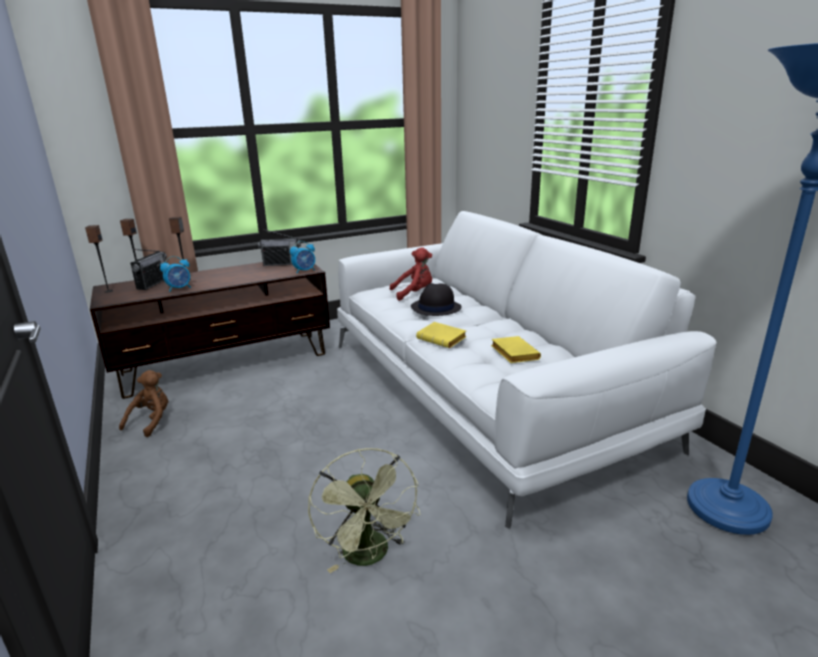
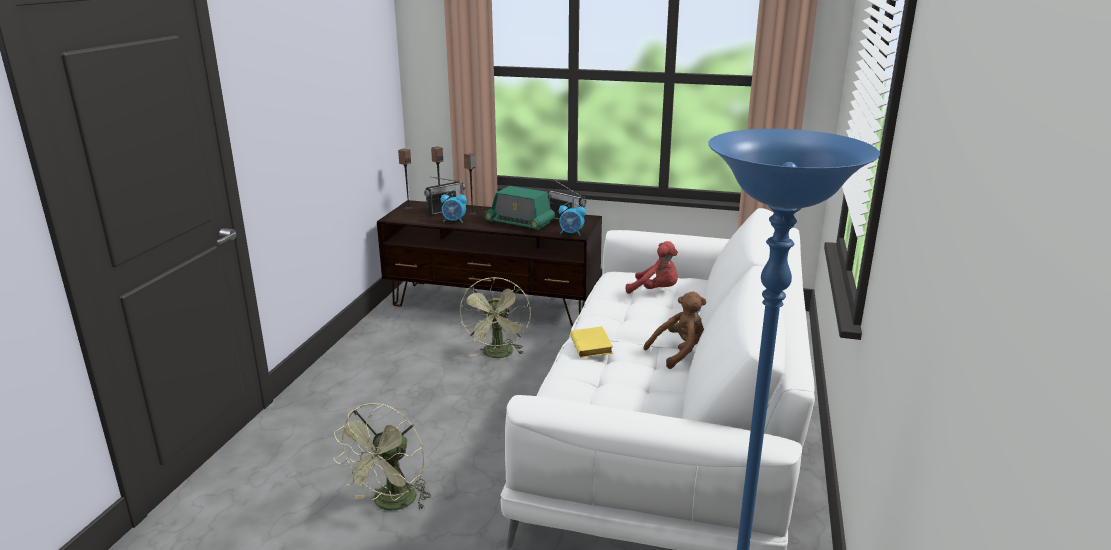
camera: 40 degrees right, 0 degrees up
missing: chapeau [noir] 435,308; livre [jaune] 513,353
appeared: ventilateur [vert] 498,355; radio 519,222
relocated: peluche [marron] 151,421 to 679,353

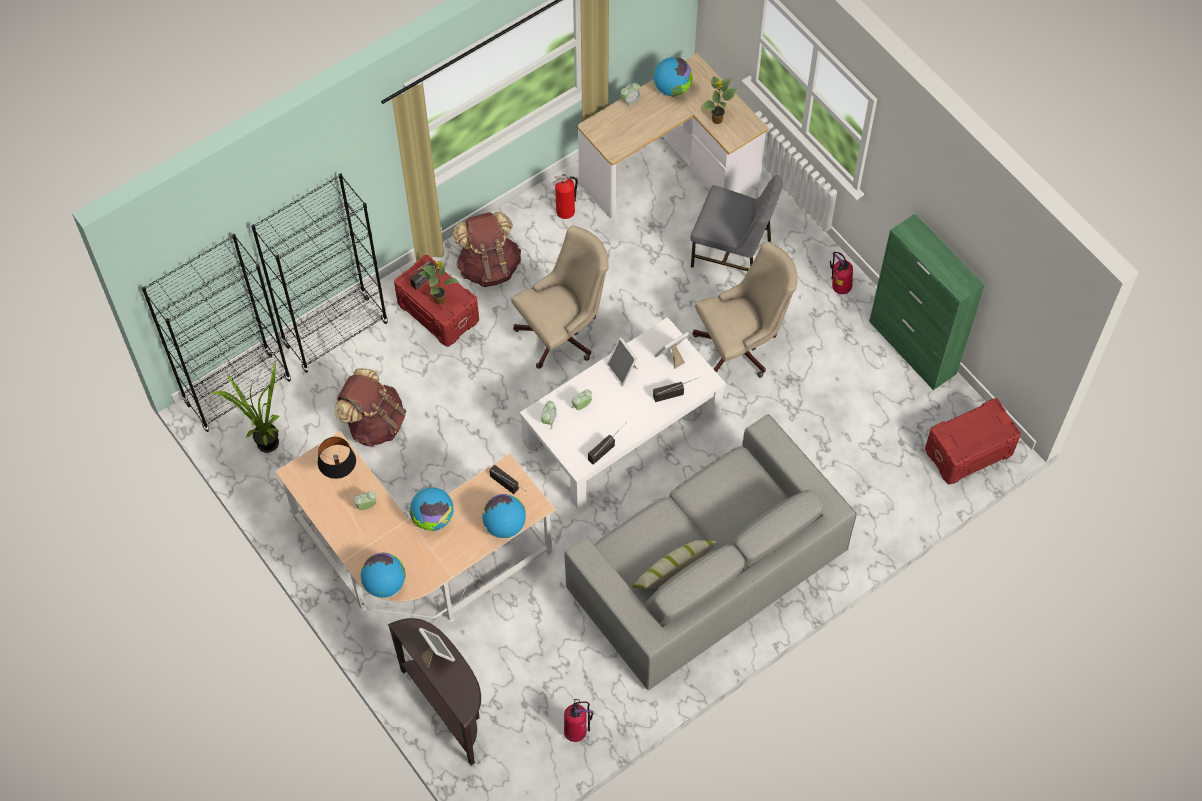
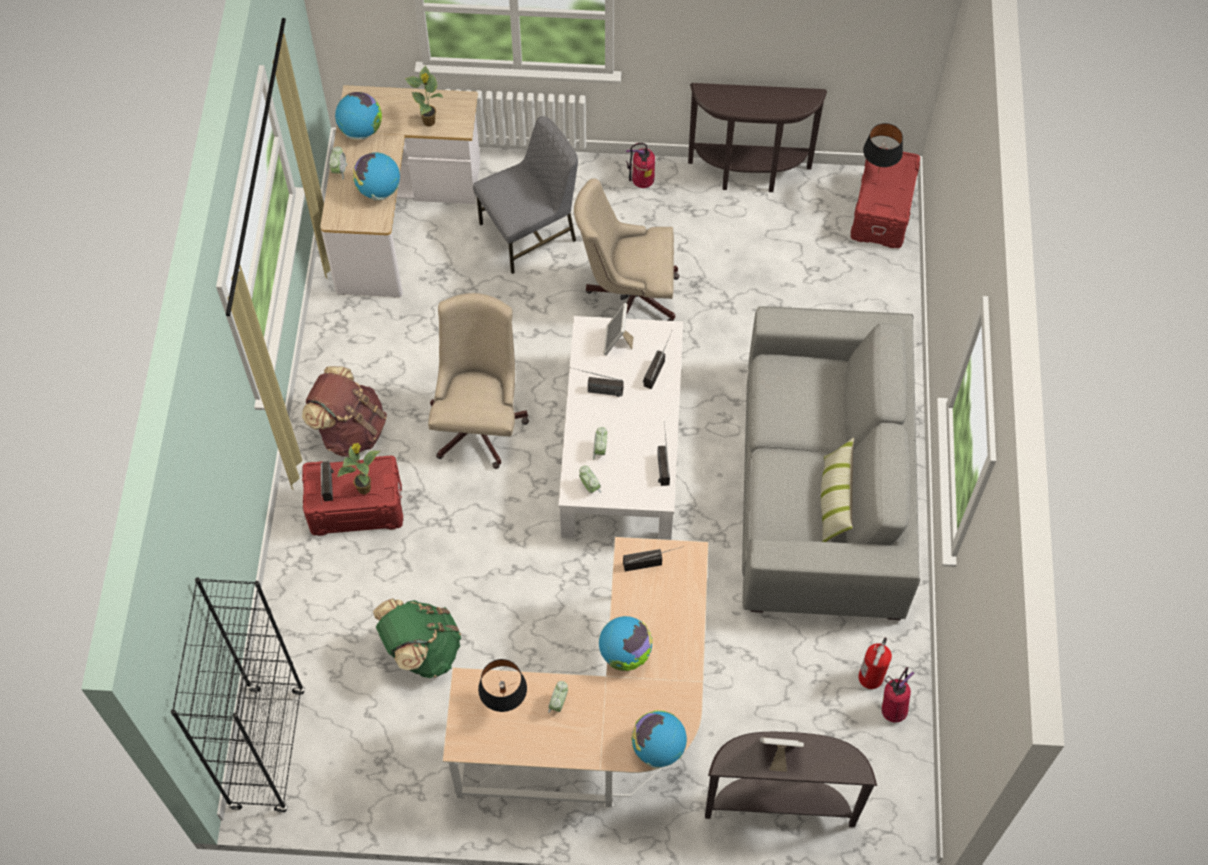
camera: 50 degrees left, 0 degrees up
missing: plante en pot 263,442; bibliothèque [noir] 336,334
appeared: lampe de table [noir] 878,173
relocated: globe 505,525 to 379,189; extincteur 566,211 to 871,677
exchanged: cadre photo 623,371 to radio 596,390; meuble de rangement [vert] 912,348 to table console [marron] 749,176
colour: sac à dos [marron] 374,423 to sac à dos [vert] 421,650
spun: chaise de bureau [beige] 741,346 = 627,295 105 degrees counterclockwise

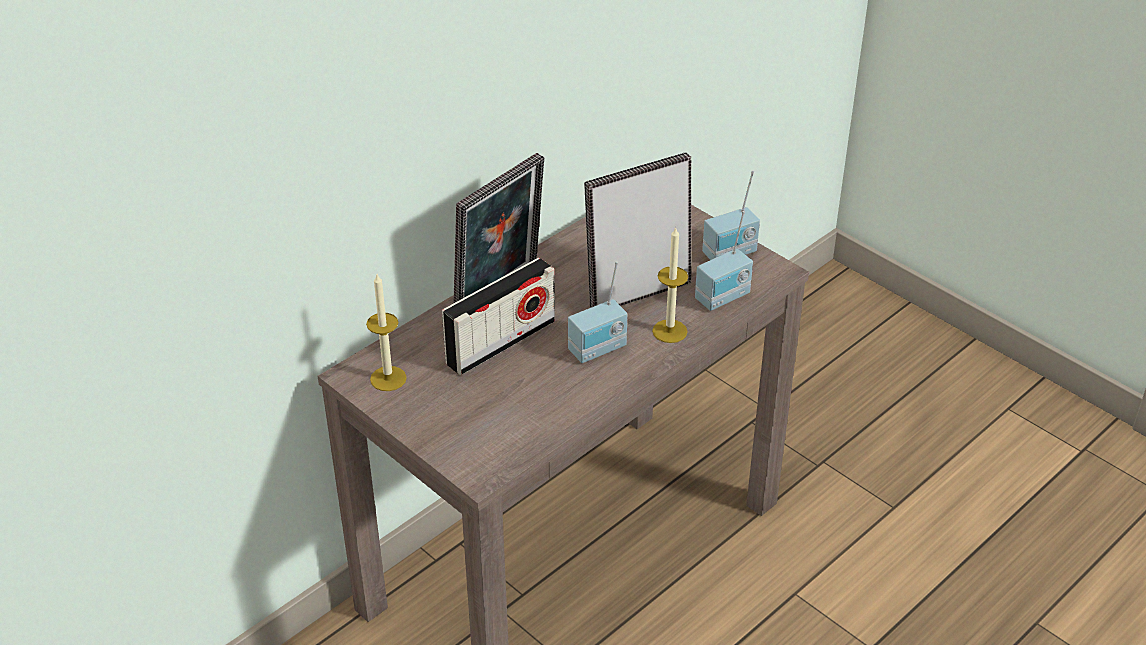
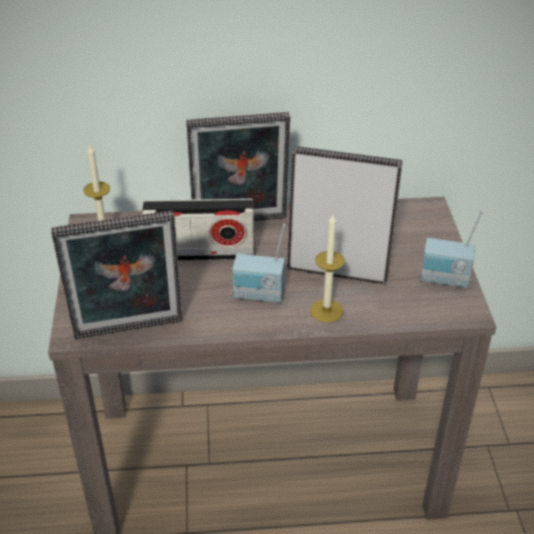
camera: 40 degrees right, 0 degrees up
missing: radio 723,298
appeared: cadre photo 129,332

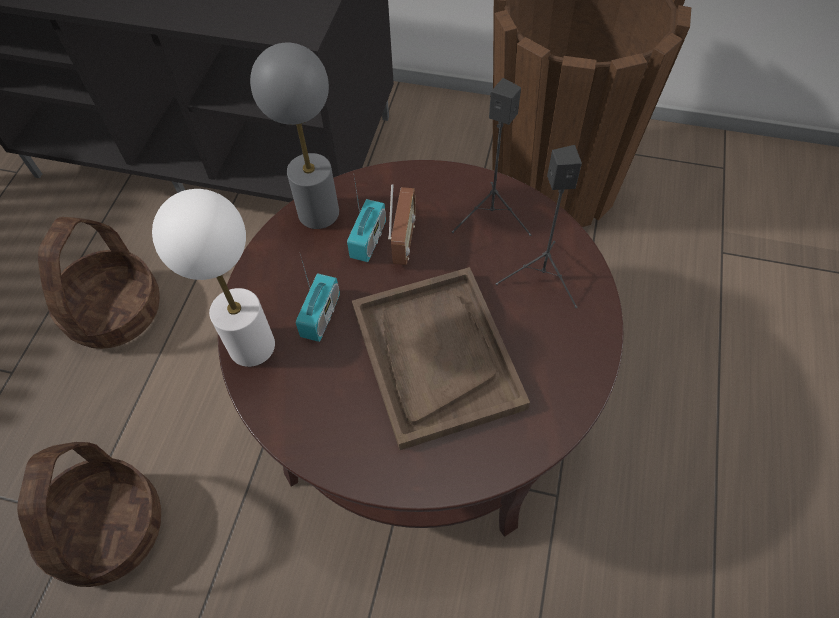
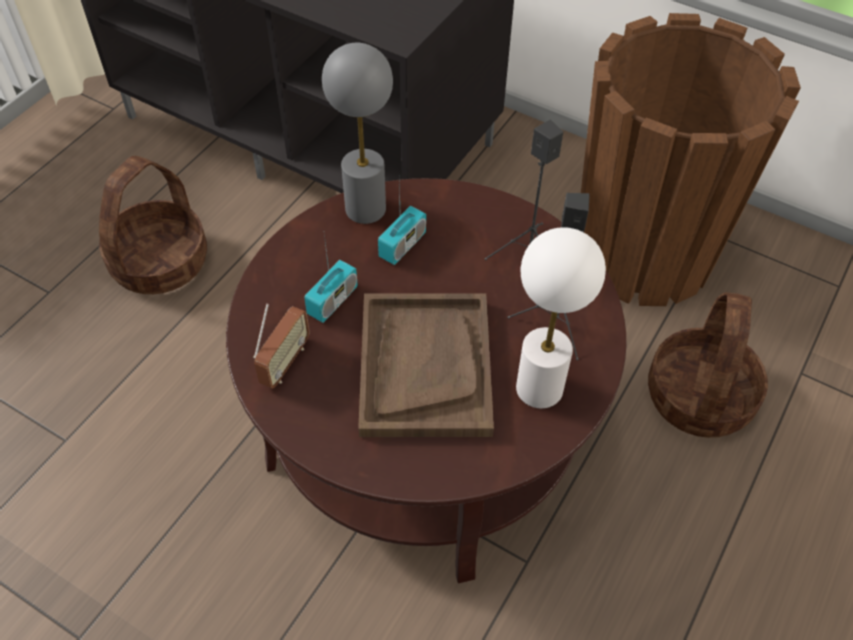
camera: 15 degrees right, 5 degrees down
relocated: radio 404,242 to 285,363; lampe de table [blanc] 252,346 to 539,389; panier 109,529 to 700,397

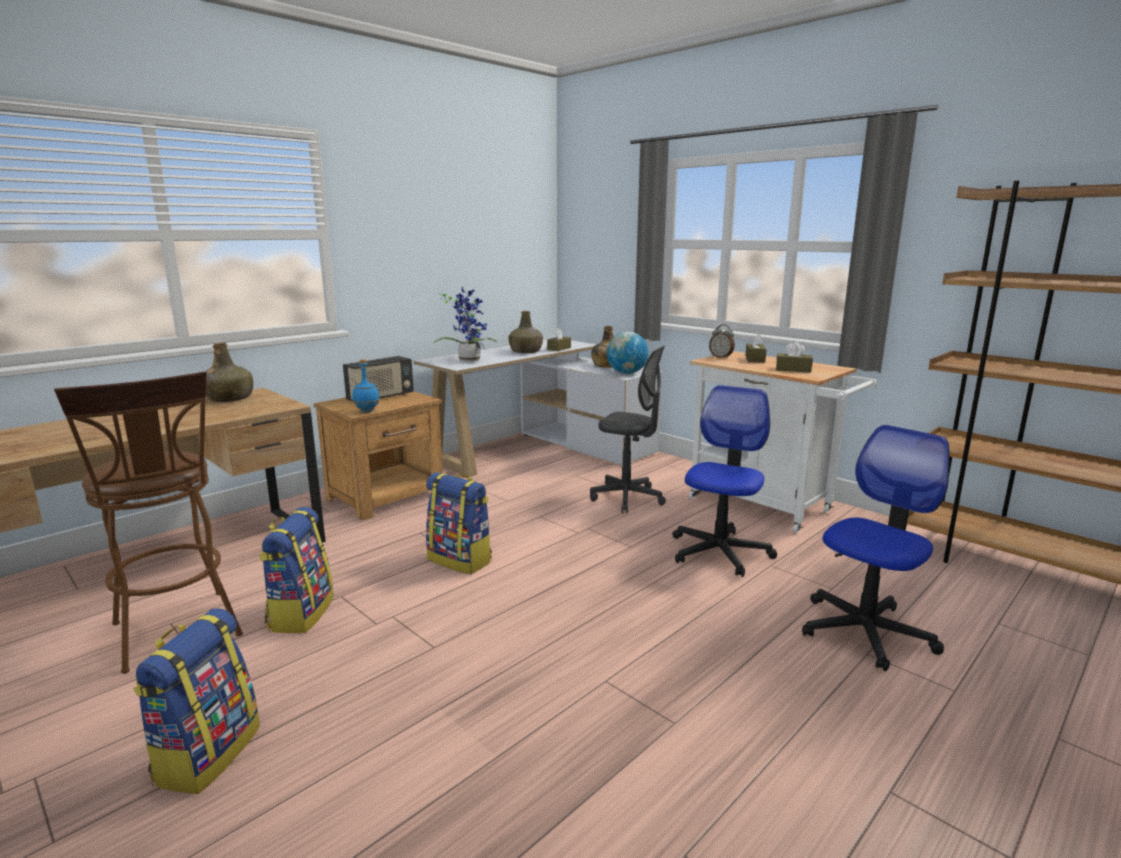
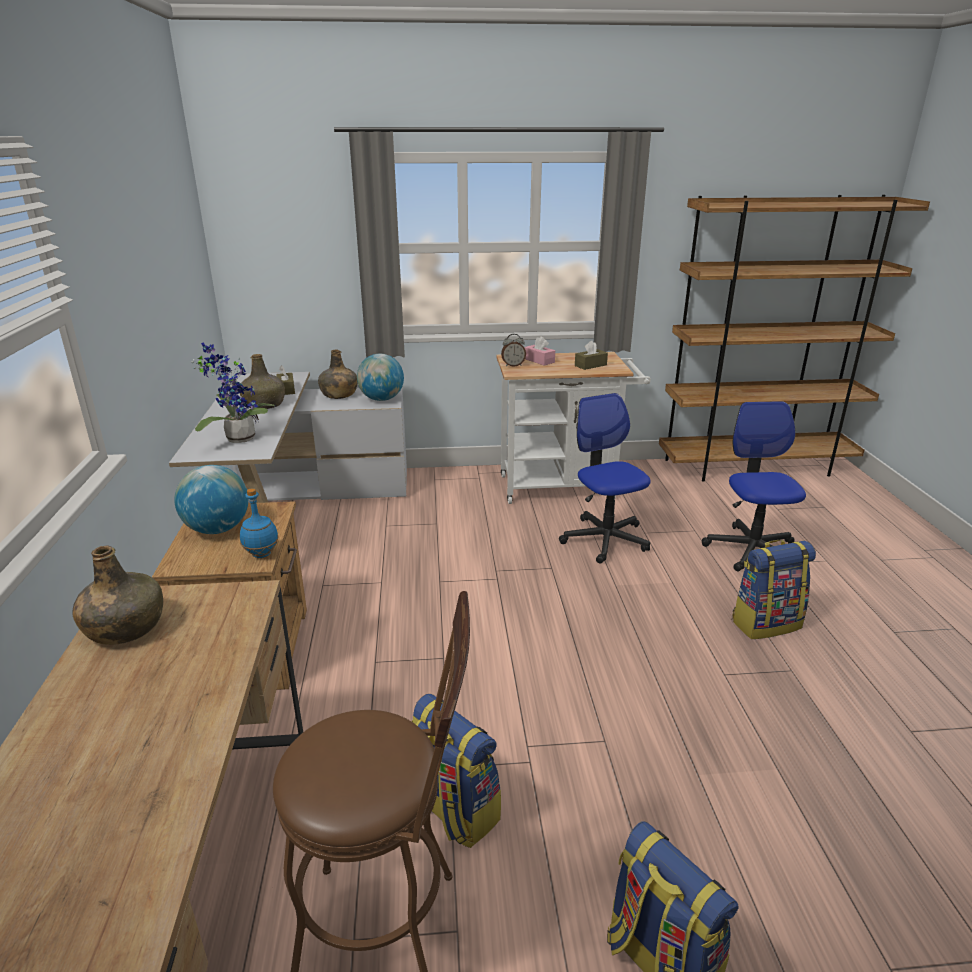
camera: 50 degrees left, 10 degrees up
missing: chaise de bureau [gris] 627,498
relocated: sac à dos 461,560 to 765,623
exchanged: radio 380,397 to globe 217,529
colour: boîte à mouchoirs [marron] 755,359 to boîte à mouchoirs [rose] 539,360

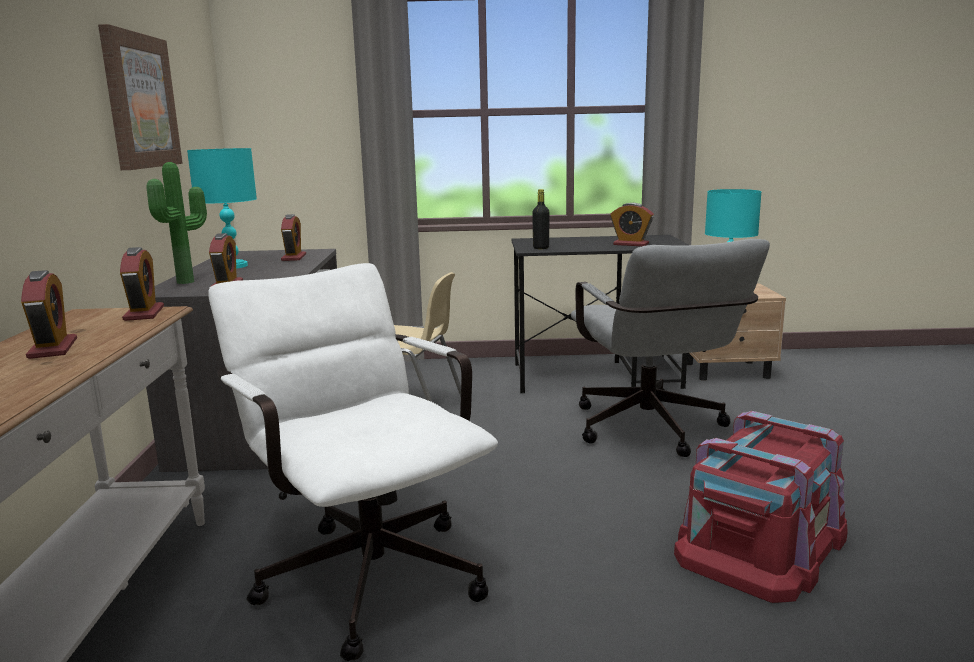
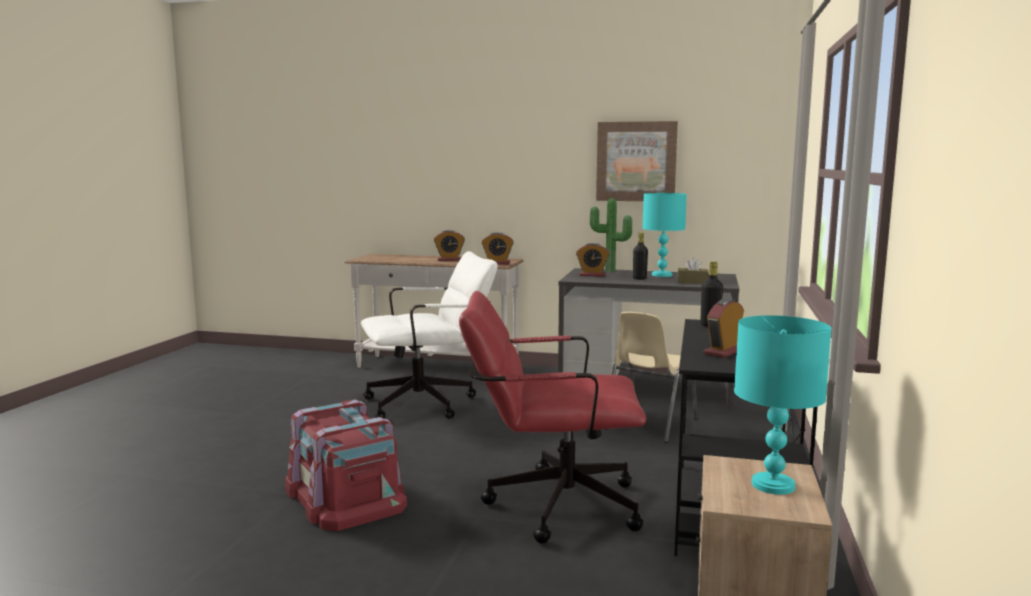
camera: 105 degrees right, 5 degrees down
appeared: bouteille [noir] 639,279
exchanged: réveil 294,257 to boîte à mouchoirs [marron] 692,282
colour: chaise de bureau [gris] 653,432 to chaise de bureau [rouge] 550,504

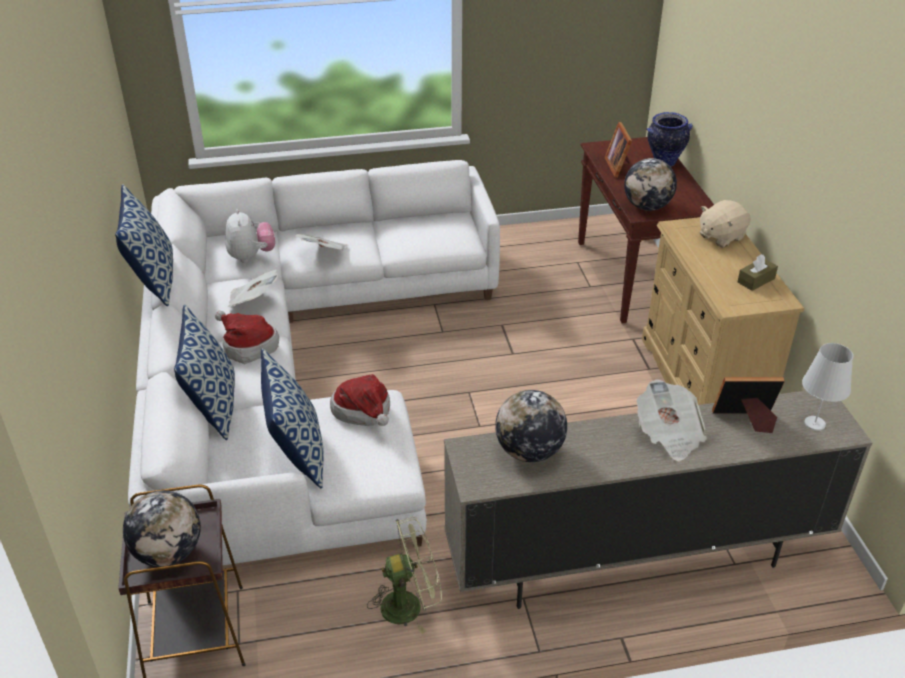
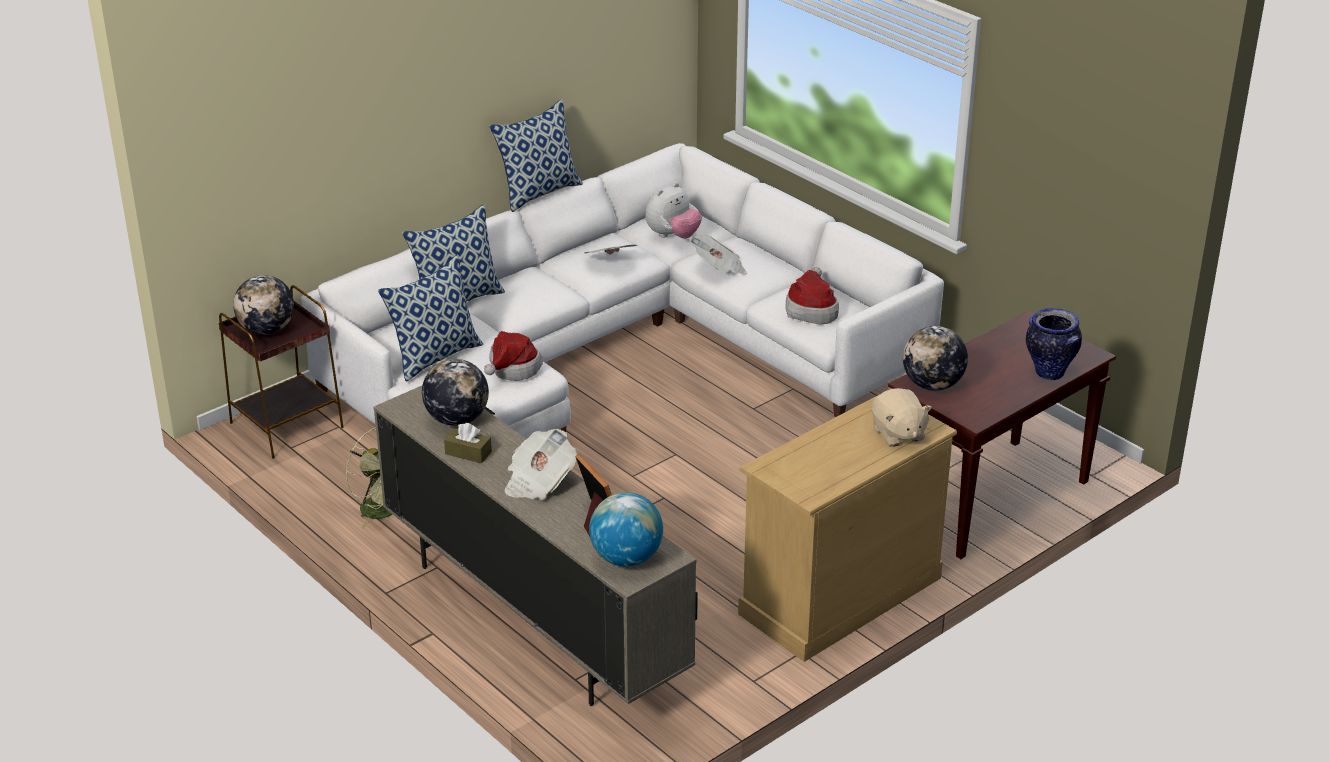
camera: 60 degrees right, 5 degrees down
missing: cadre photo 619,166
relocated: boîte à mouchoirs [marron] 756,280 to 468,453; chapeau 248,346 to 811,310
exchanged: lampe de table [blanc] 814,423 to globe 626,558
spun: peluche [beige] 720,236 = 898,434 135 degrees counterclockwise

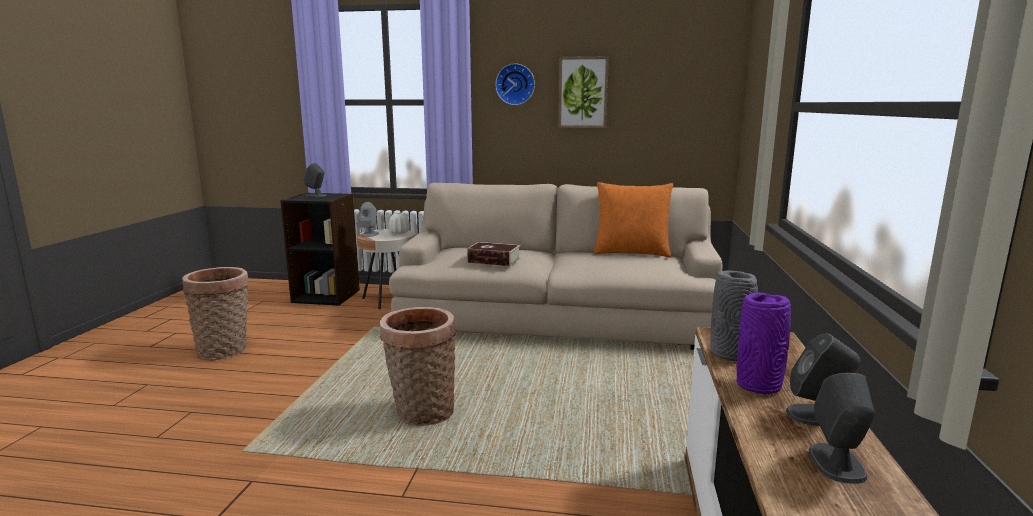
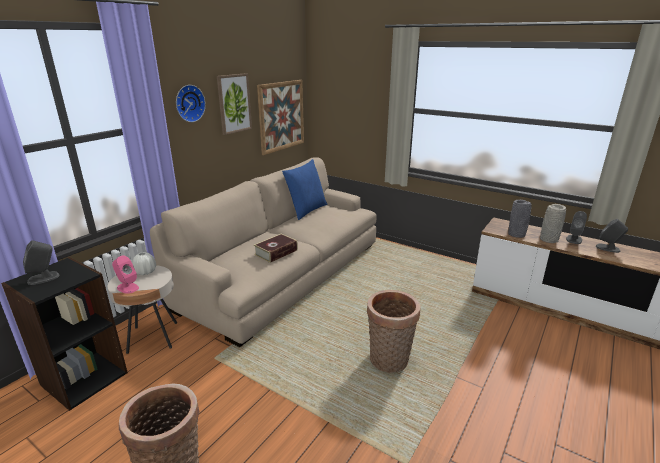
camera: 65 degrees left, 10 degrees up
appeared: tableau 281,116
colour: enceinte [gris] 370,234 to enceinte [rose] 127,287; coussin [orange] 631,253 to coussin [bleu] 306,210; vase [violet] 759,385 to vase [gris] 548,239

